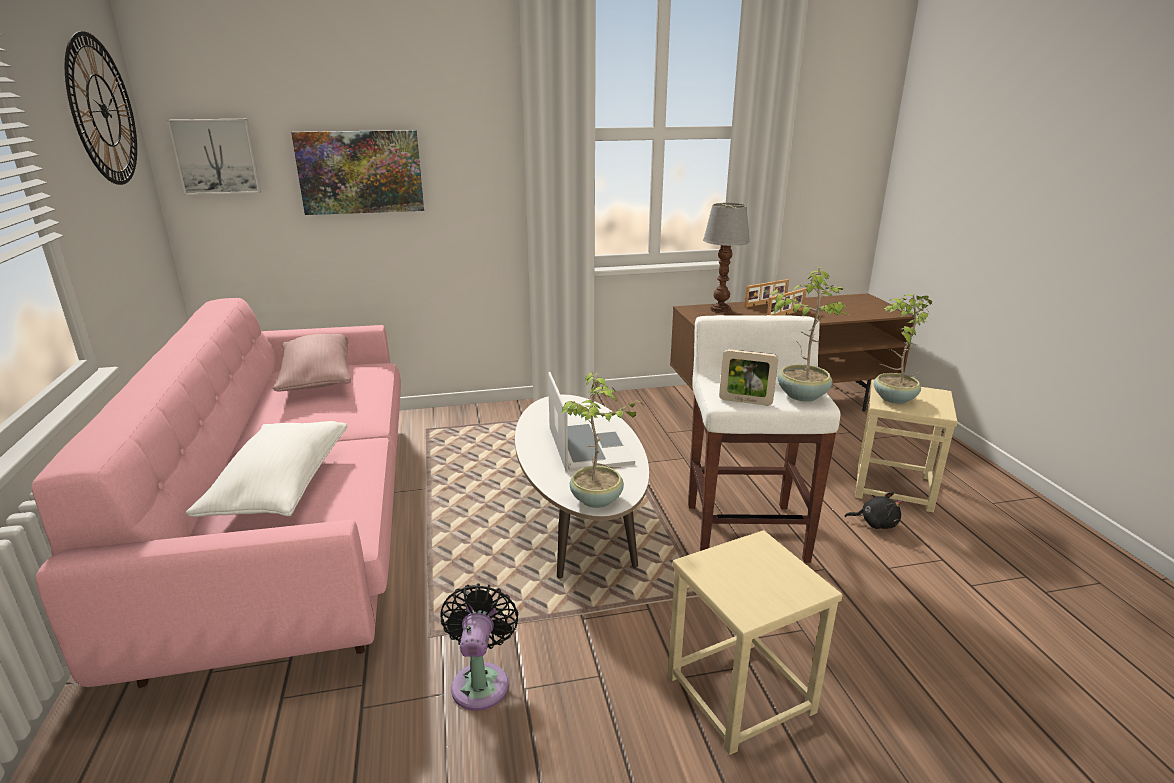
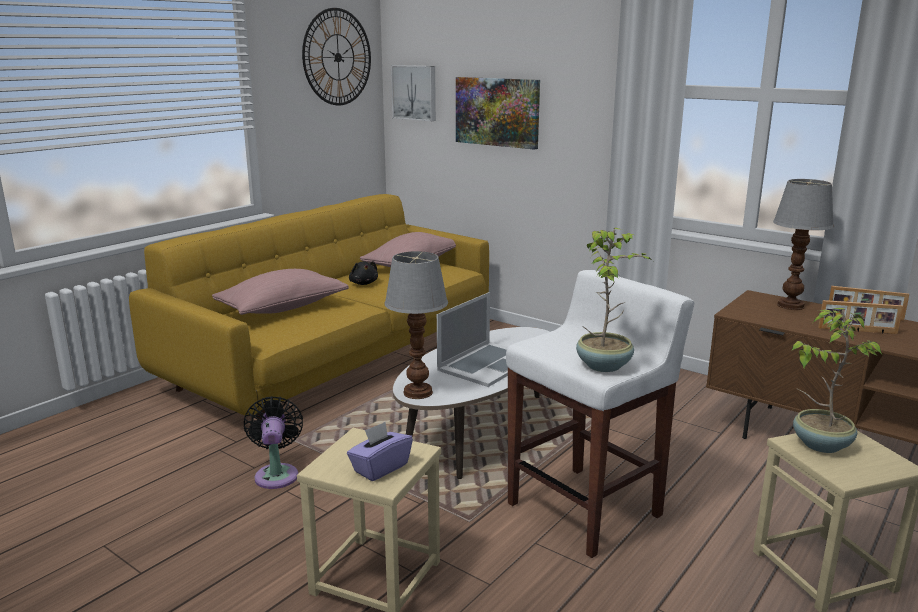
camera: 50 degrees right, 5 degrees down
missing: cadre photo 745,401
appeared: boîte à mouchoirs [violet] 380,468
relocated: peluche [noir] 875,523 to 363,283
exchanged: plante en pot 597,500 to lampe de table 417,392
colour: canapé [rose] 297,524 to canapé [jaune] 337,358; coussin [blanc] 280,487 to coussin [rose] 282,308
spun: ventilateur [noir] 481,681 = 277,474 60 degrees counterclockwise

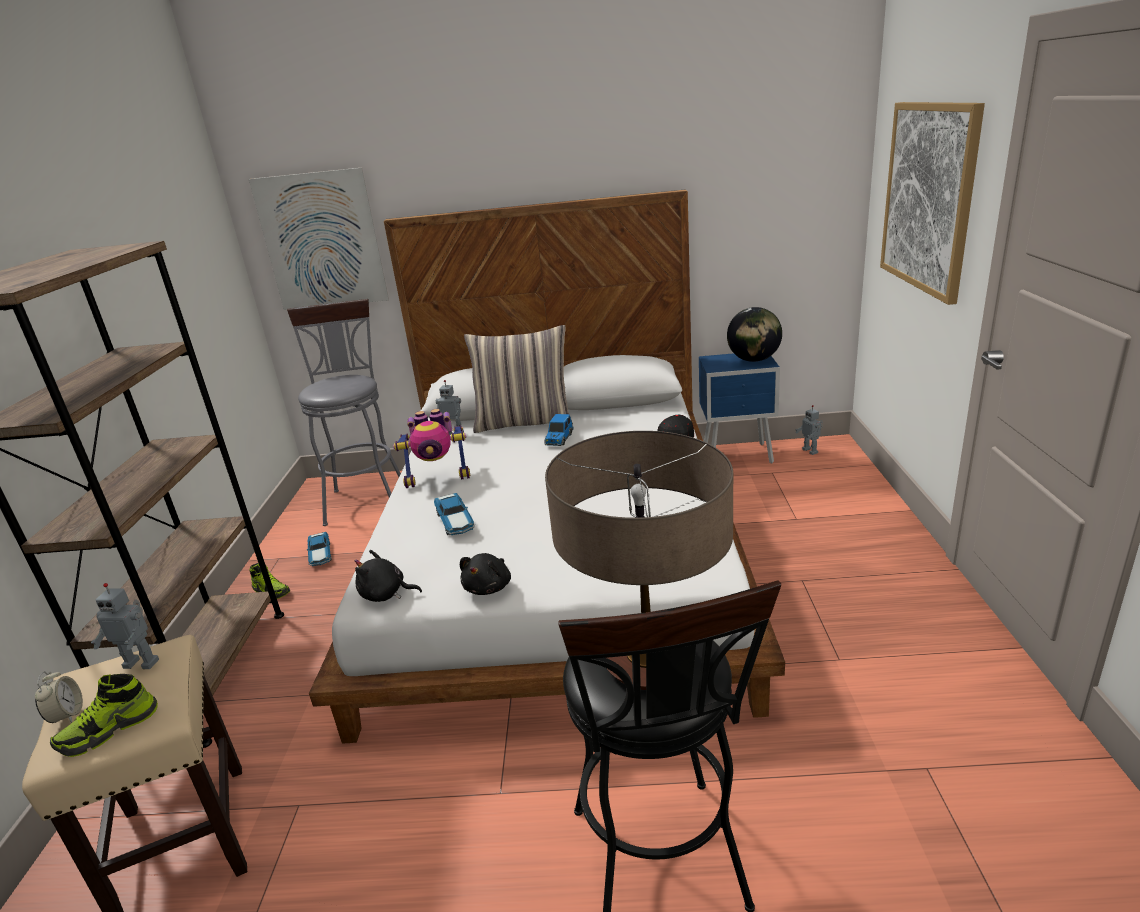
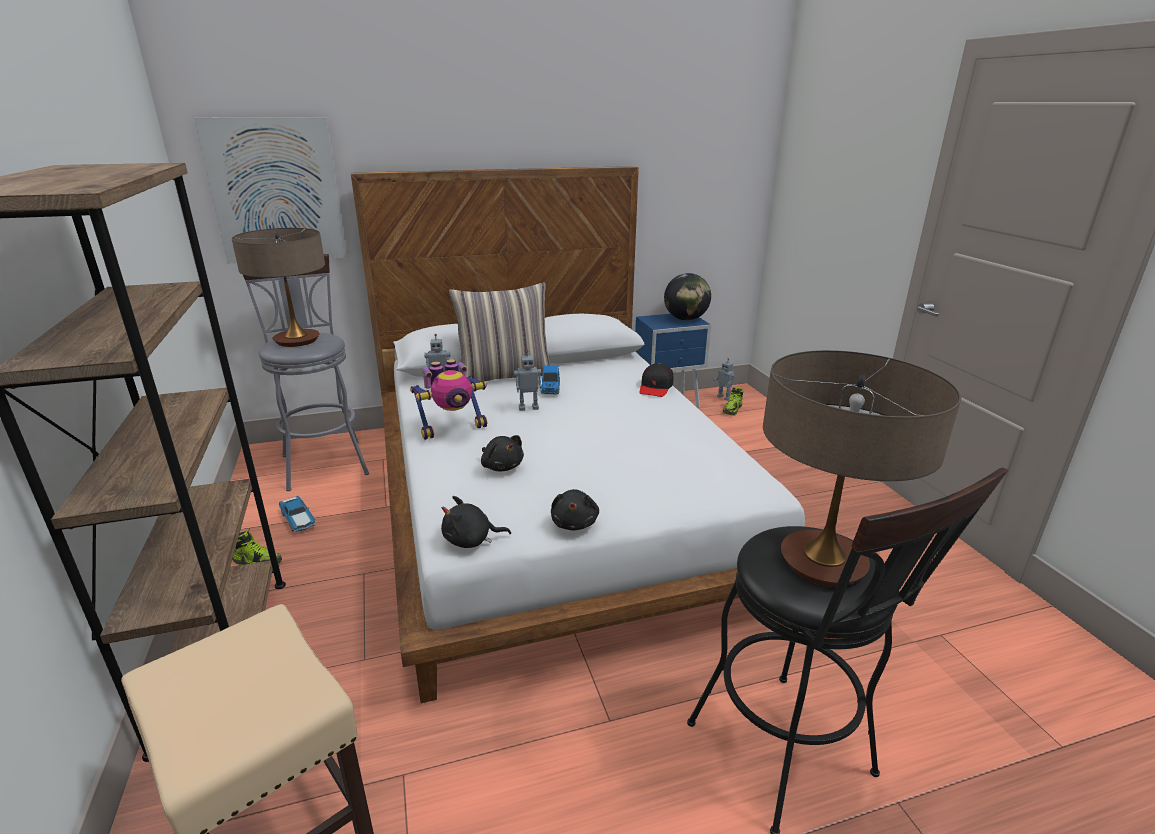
camera: 20 degrees left, 0 degrees up
missing: réveil 67,715; tableau 928,197
appeared: lampe de table 297,340
relocated: robot jouet 142,662 to 528,407; chaussure 110,730 to 732,410
exchanged: petite voiture 455,521 to peluche [noir] 501,466

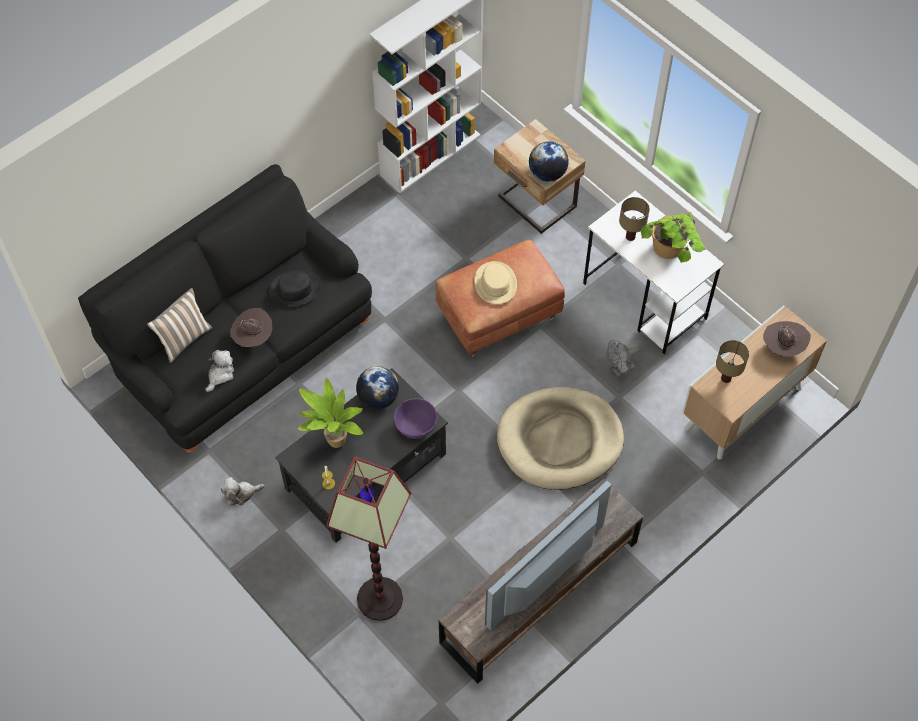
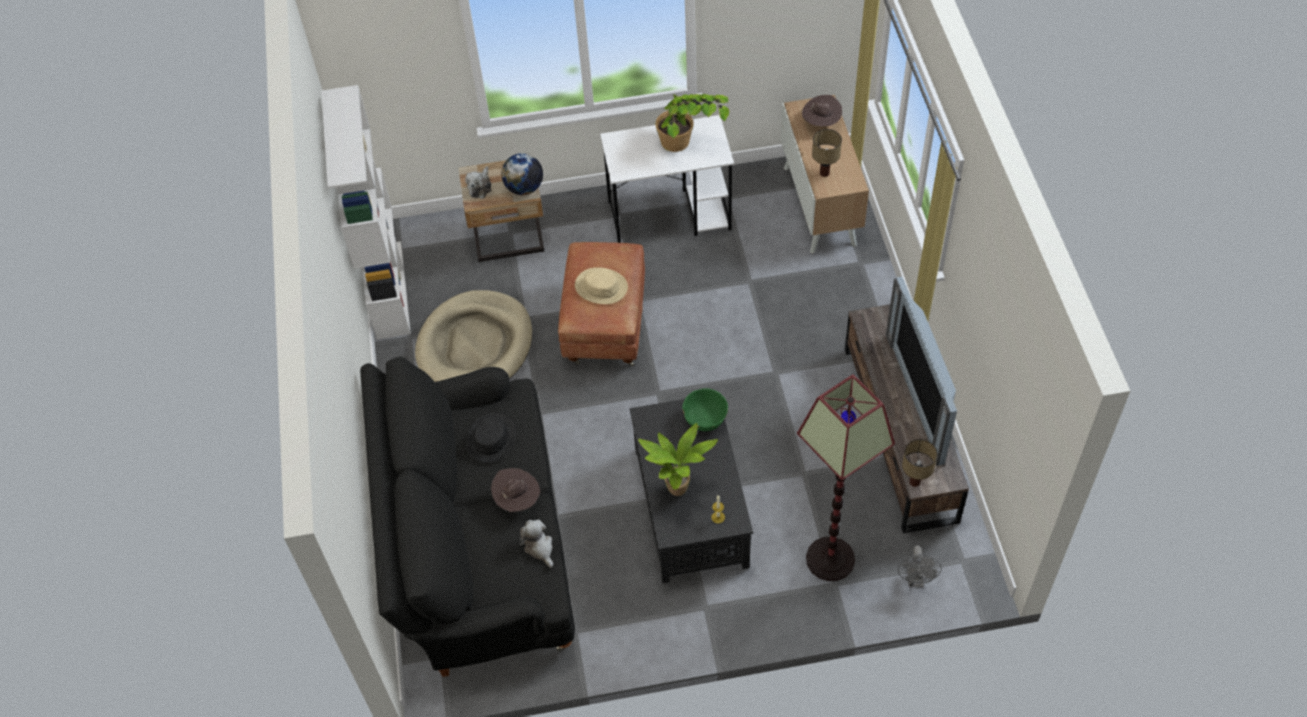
camera: 55 degrees left, 5 degrees down
missing: coussin 184,339; globe 378,397
relocated: panier pour chien [beige] 559,440 to 475,345; peluche 241,494 to 480,187; ventilateur [gris] 620,369 to 916,580; lampe de table 630,237 to 915,482
colour: bol [violet] 416,426 to bol [vert] 705,419

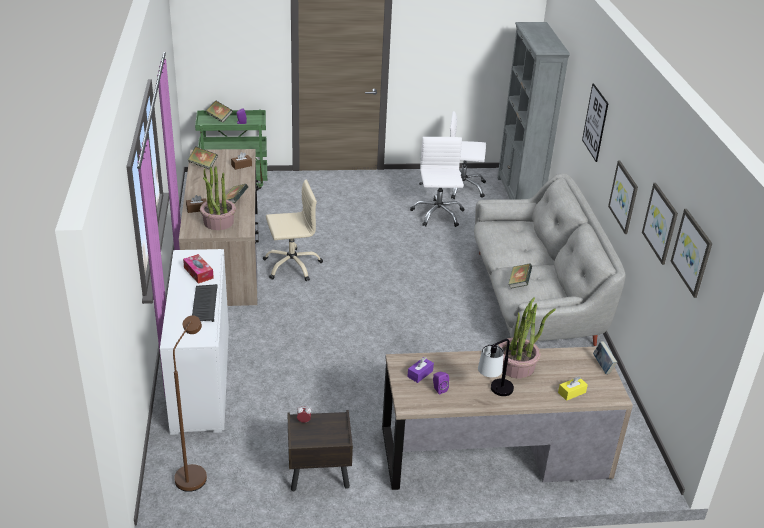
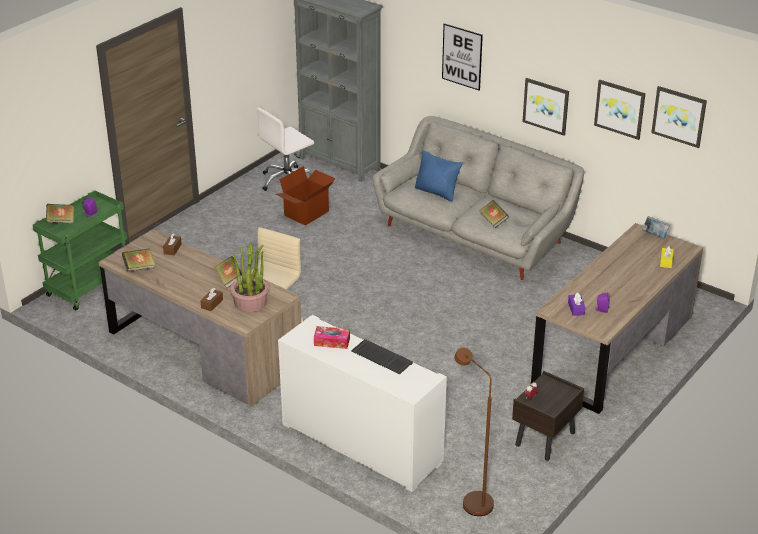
camera: 45 degrees left, 0 degrees up
missing: lampe de table 494,393; plante en pot 516,366
appeared: coussin [bleu] 437,192
exchanged: chaise de bureau [blanc] 437,214 to carton 307,214

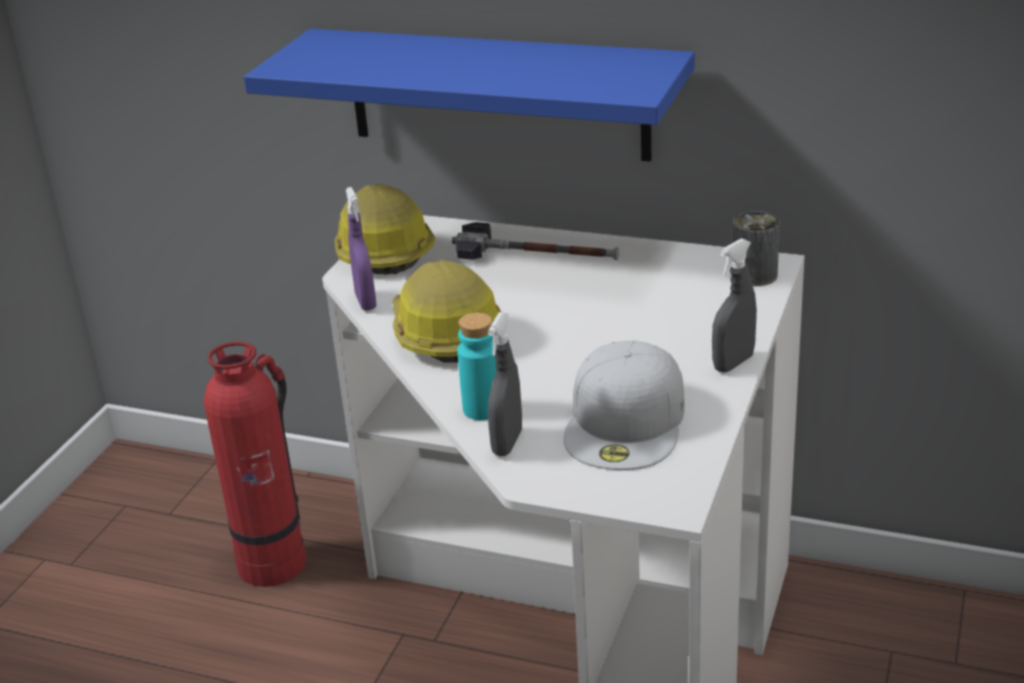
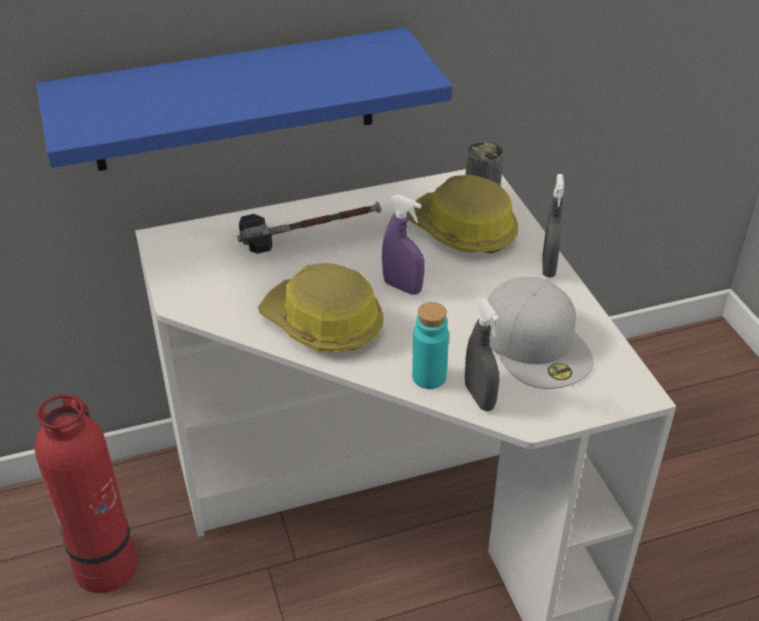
camera: 40 degrees left, 10 degrees up
relocated: vaporisateur [violet] 366,302 to 402,287; casque de chantier 382,250 to 463,231

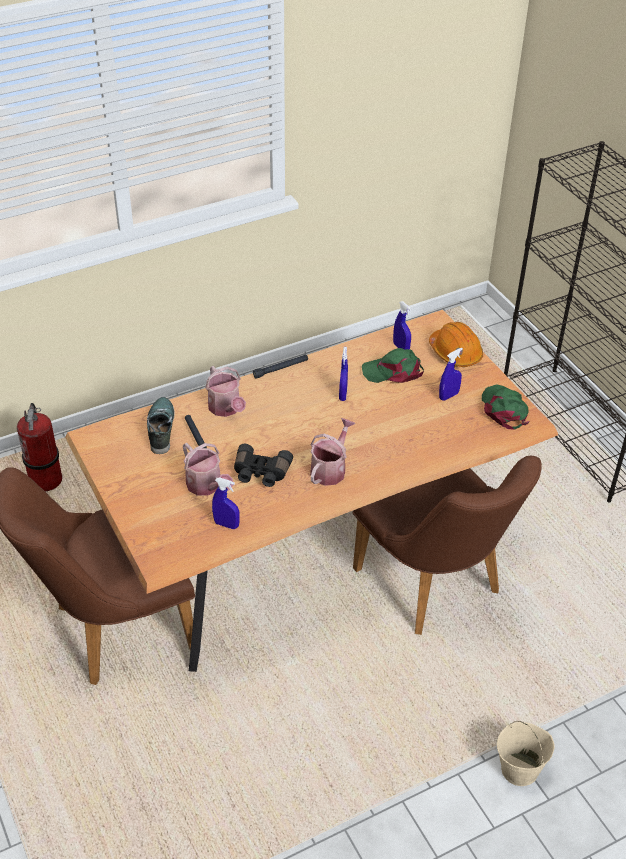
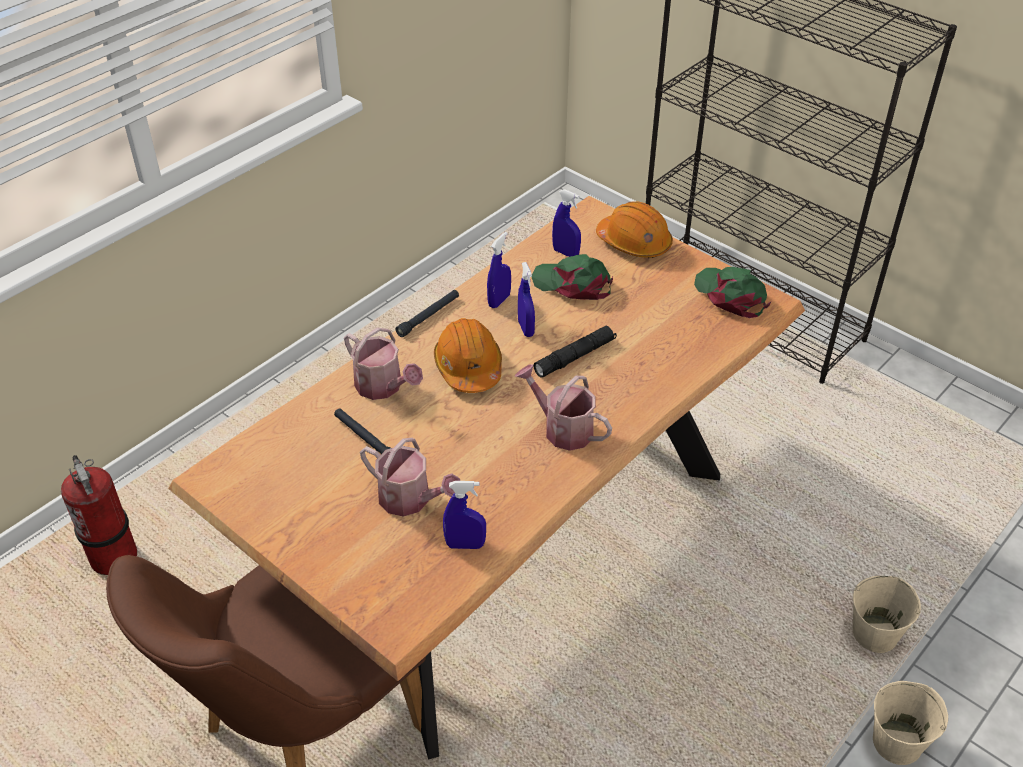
camera: 20 degrees left, 0 degrees up
missing: chaussure 160,428; jumelles [noir] 260,473; chaise [marron] 436,588
appeared: casque de chantier [orange] 468,367; lampe de poche [noir] 575,357; seau [beige] 874,634
relocated: vaporisateur [bleu] 448,396 to 499,300
spun: arrosoir 330,469 = 562,428 60 degrees counterclockwise; casquette [vert] 393,372 = 573,284 45 degrees clockwise

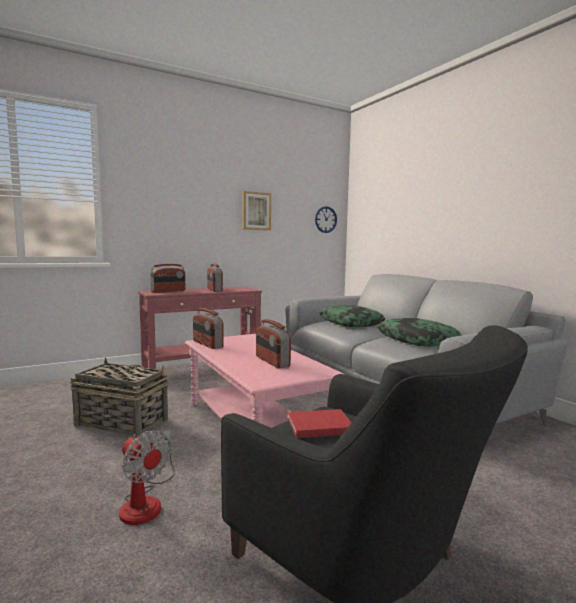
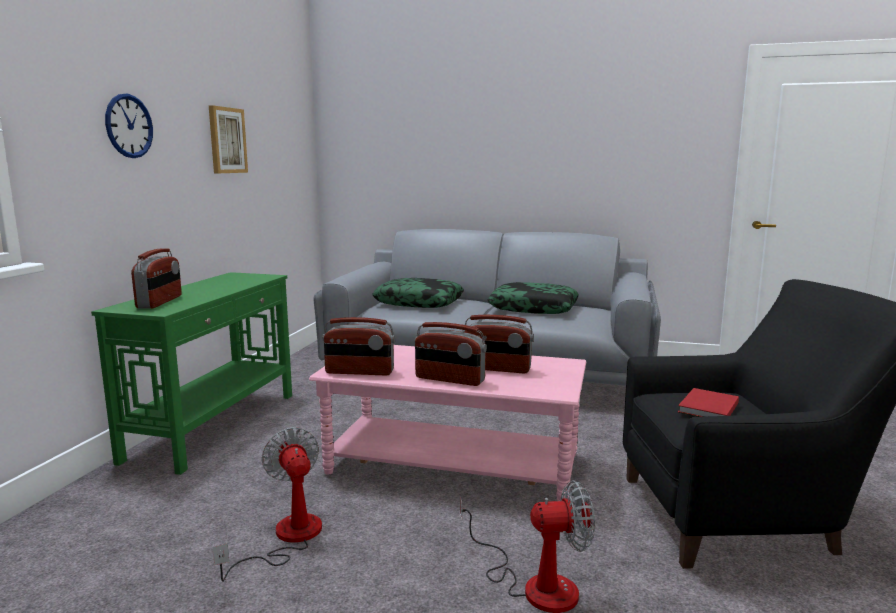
camera: 45 degrees left, 5 degrees up
relocated: horloge murale 325,219 to 129,126; radio 214,290 to 449,379
exchanged: panier 121,422 to ventilateur 287,538
colour: table console [rouge] 203,368 to table console [vert] 215,425

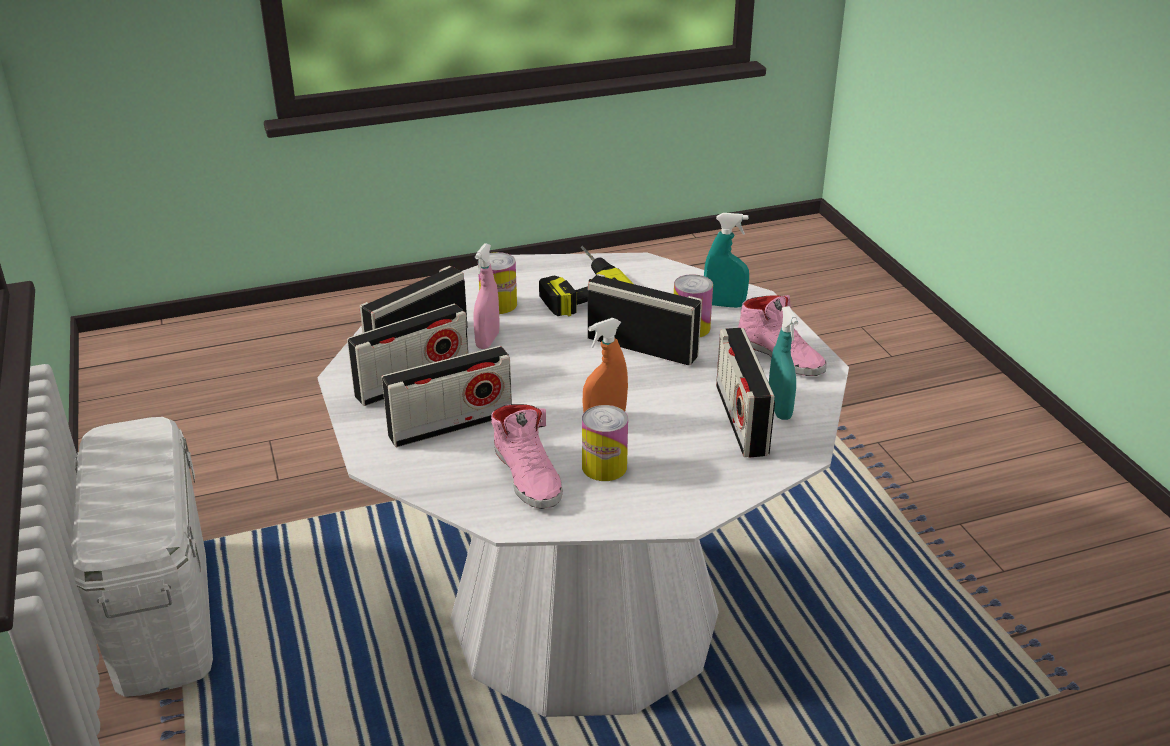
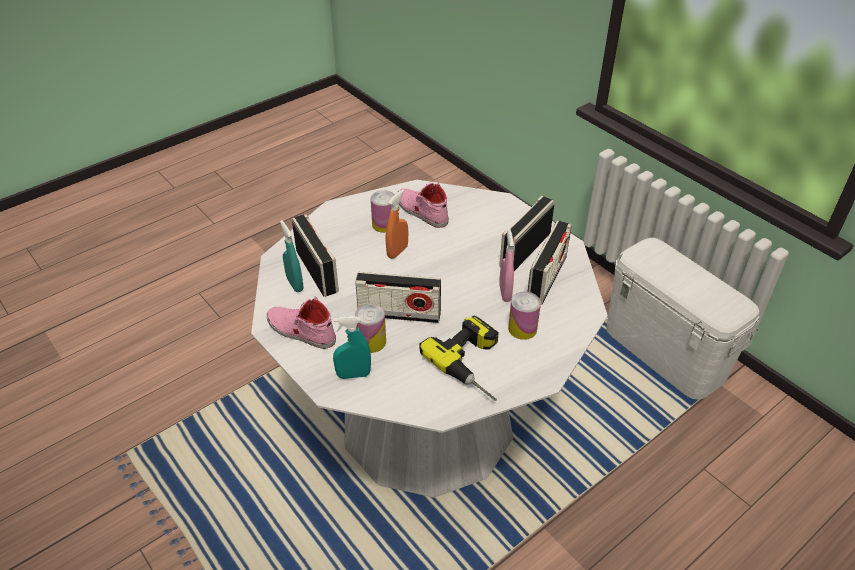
camera: 160 degrees right, 10 degrees up
missing: radio 450,425

